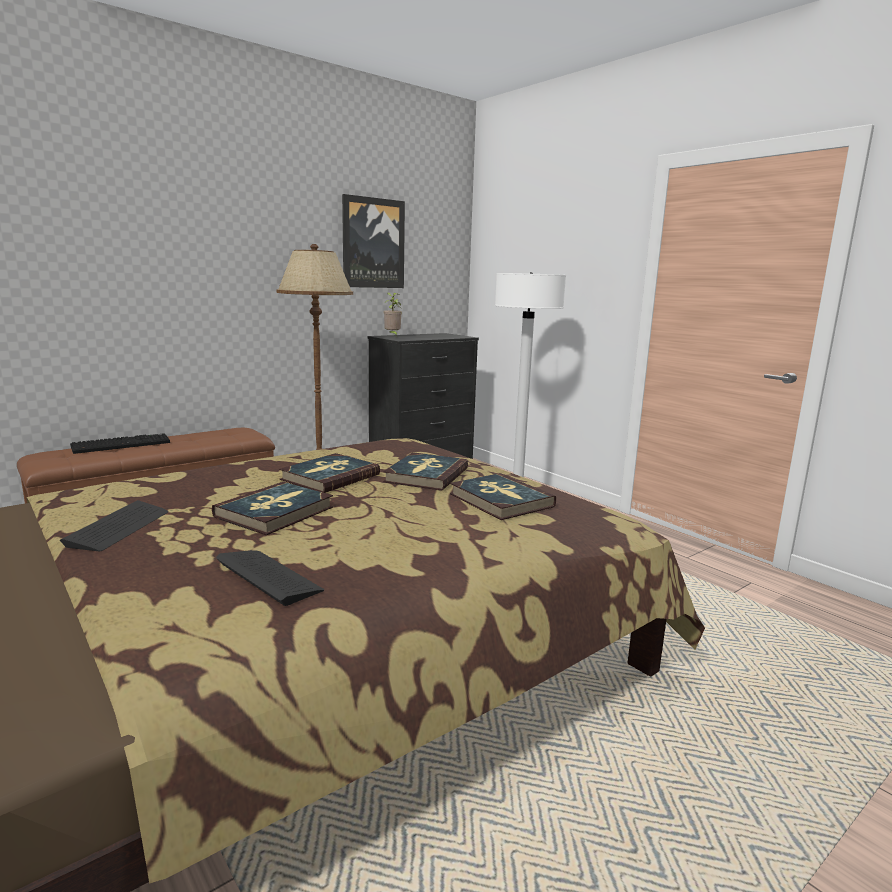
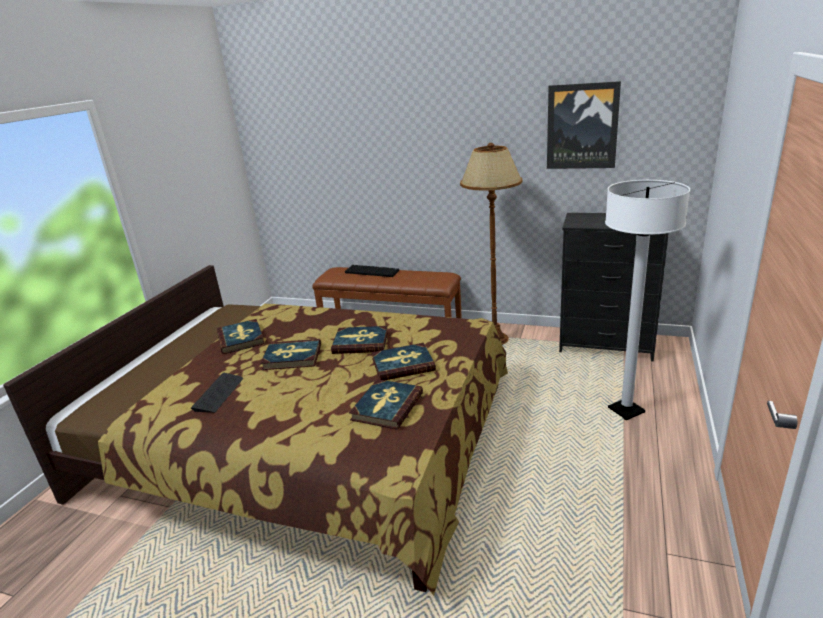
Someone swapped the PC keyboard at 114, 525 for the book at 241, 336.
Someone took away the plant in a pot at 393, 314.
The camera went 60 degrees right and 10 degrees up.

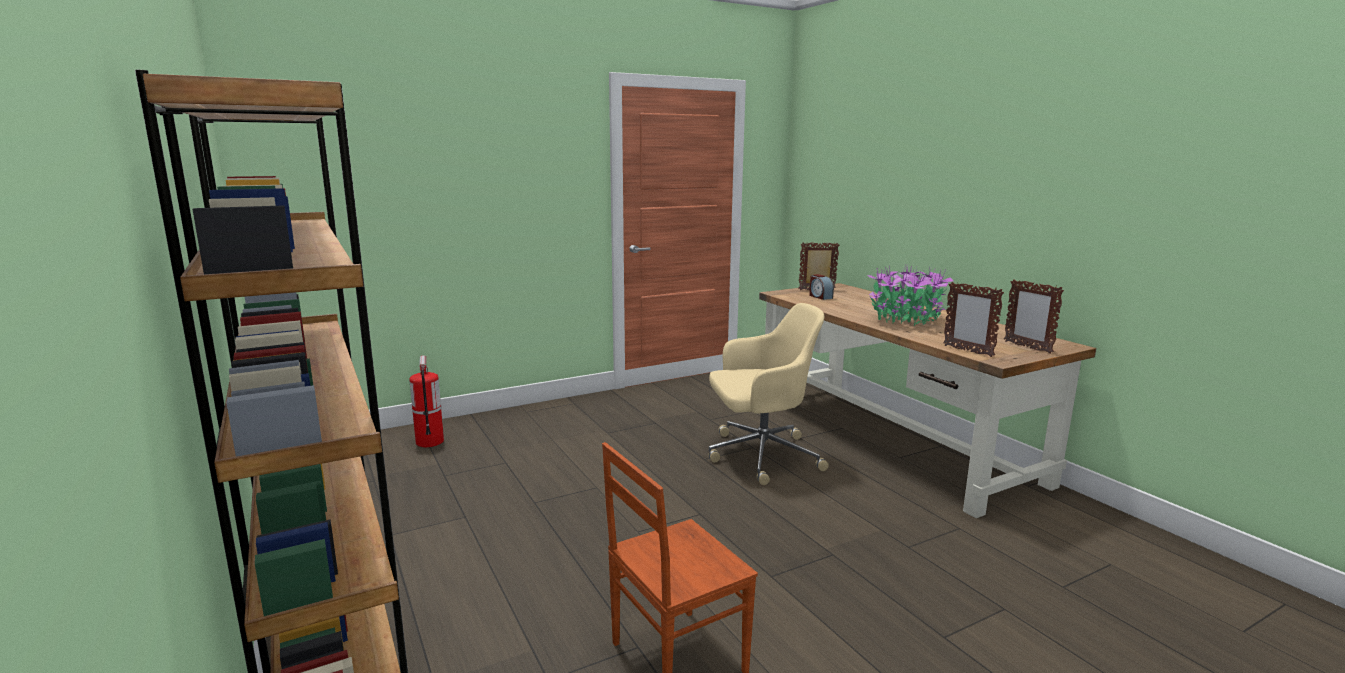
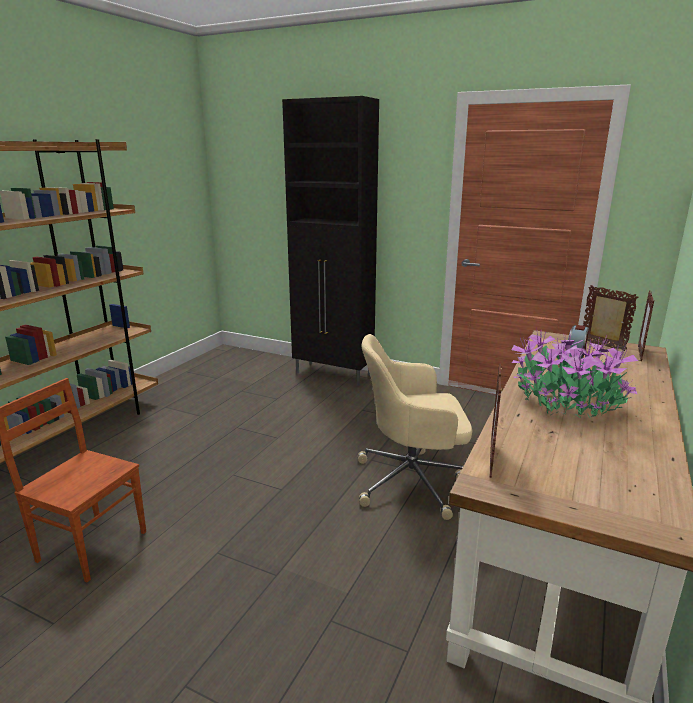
Someone put down the black cupboard at 330, 241.
Someone rotated the beige-coloured office chair at 768, 394 by 135 degrees clockwise.
Someone carried the picture frame from 1034, 316 to 646, 326.
Someone took away the extinguisher at 426, 401.
The camera went 55 degrees right and 5 degrees up.

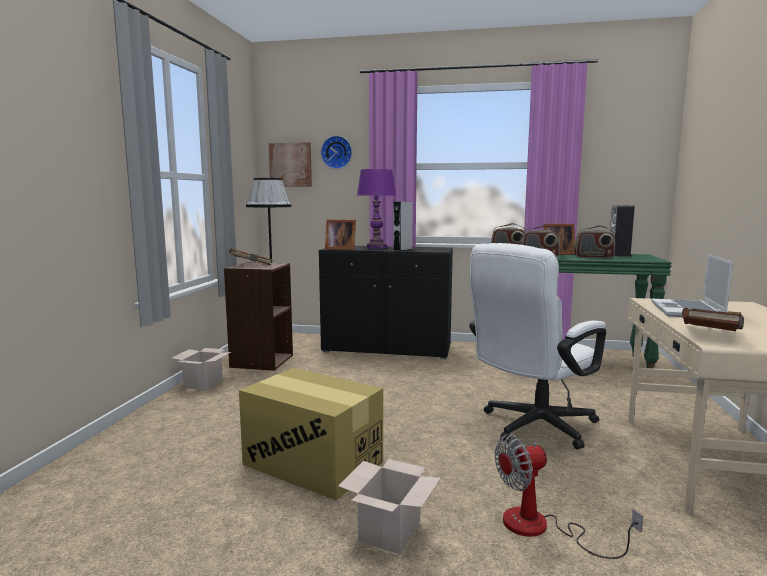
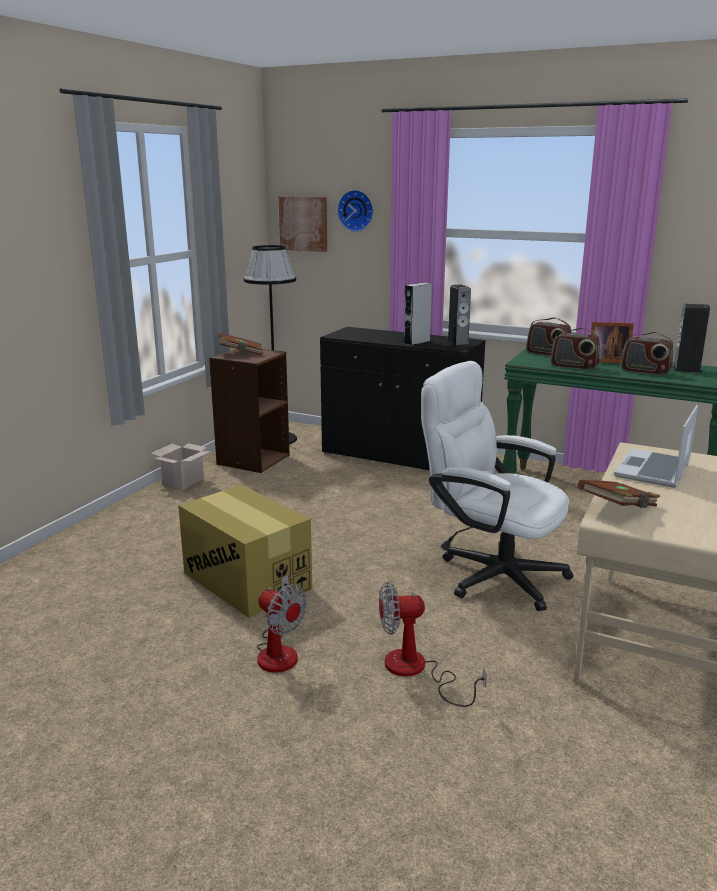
Someone swapped the carton at 389, 506 for the fan at 282, 624.
Someone rotated the white-coloured office chair at 537, 346 by 60 degrees clockwise.
Someone put down the audio speaker at 459, 316.
Someone took away the picture frame at 340, 235.
Someone took away the purplish lamp for a table at 376, 208.
The camera went 15 degrees right and 10 degrees up.

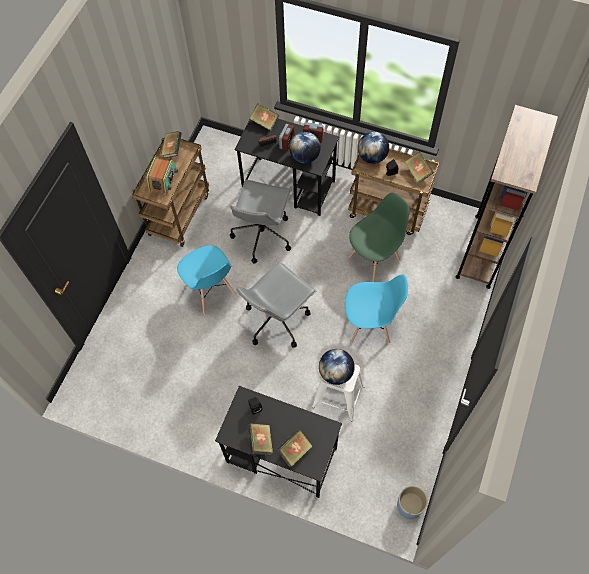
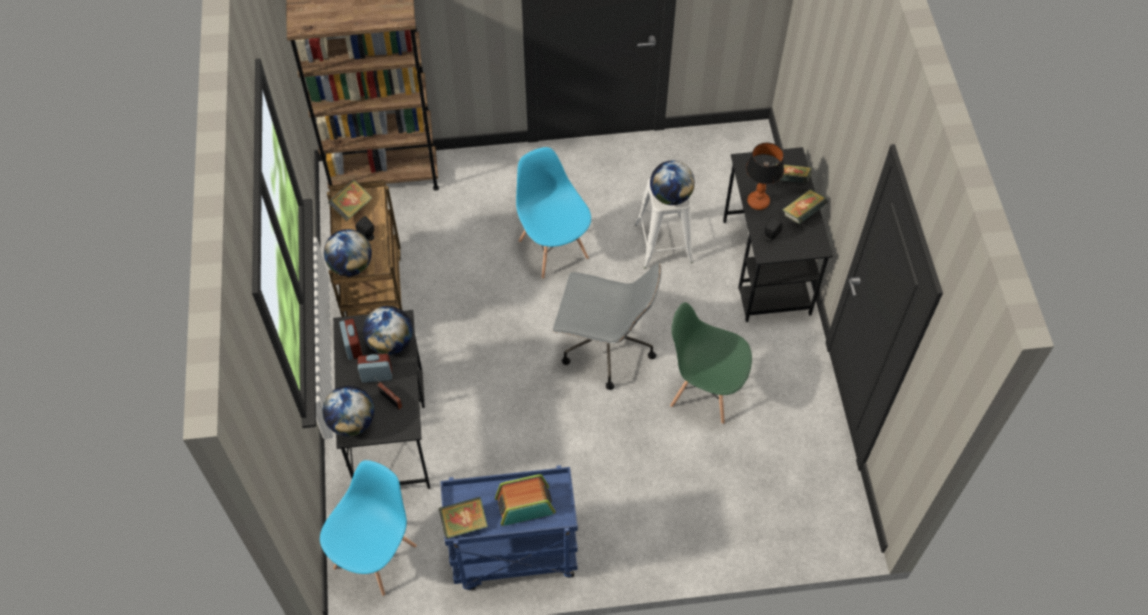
Someone carried the blue-coloured plain chair from 207, 280 to 368, 528.
Someone swapped the book at 264, 117 for the desk globe at 348, 411.
Someone repainted the brown trolley at 170, 192, which became the blue-coloured trolley at 509, 527.
Someone carried the greenish plain chair from 379, 237 to 711, 363.
Someone put down the lamp for a table at 765, 176.
Someone took away the greyish office chair at 260, 222.
Someone took away the blue-coloured plant pot at 412, 502.
The camera went 120 degrees left and 5 degrees down.

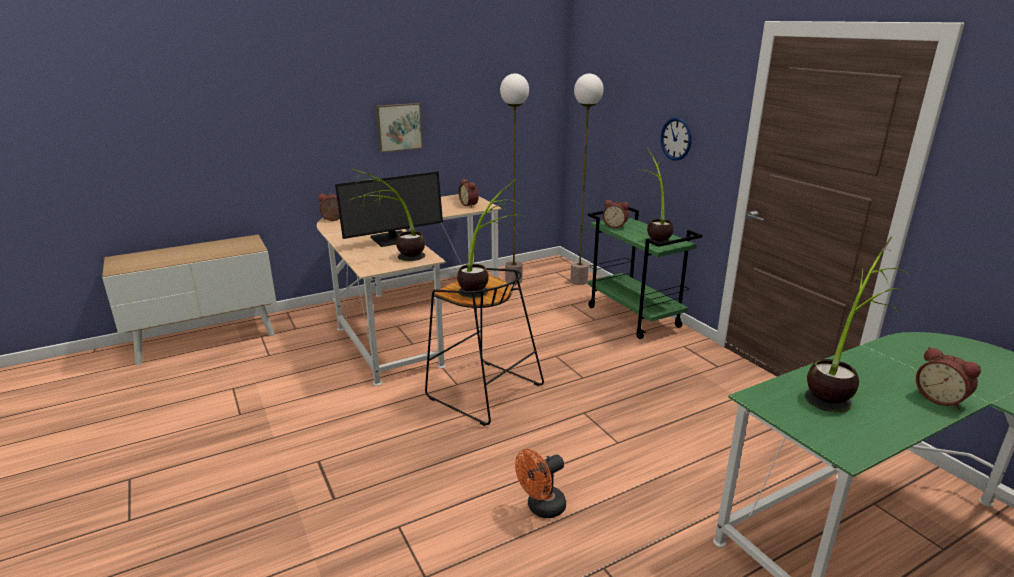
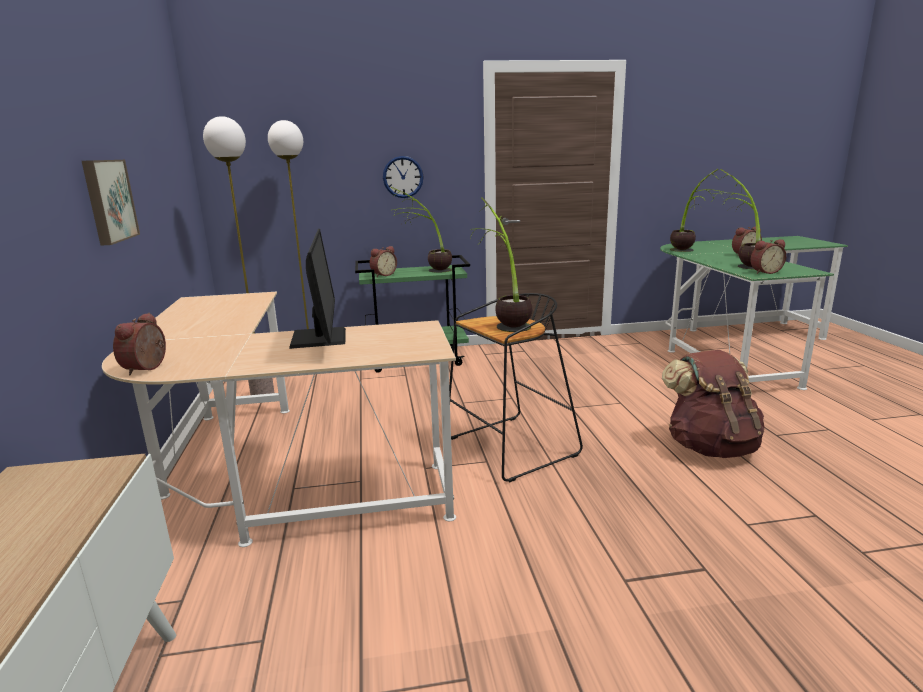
Someone swapped the orange-coloured fan at 540, 483 for the brown rucksack at 713, 404.
Someone carried the plant in a pot from 386, 214 to 696, 210.
Someone carried the alarm clock from 468, 193 to 768, 256.
The camera went 70 degrees left and 5 degrees down.

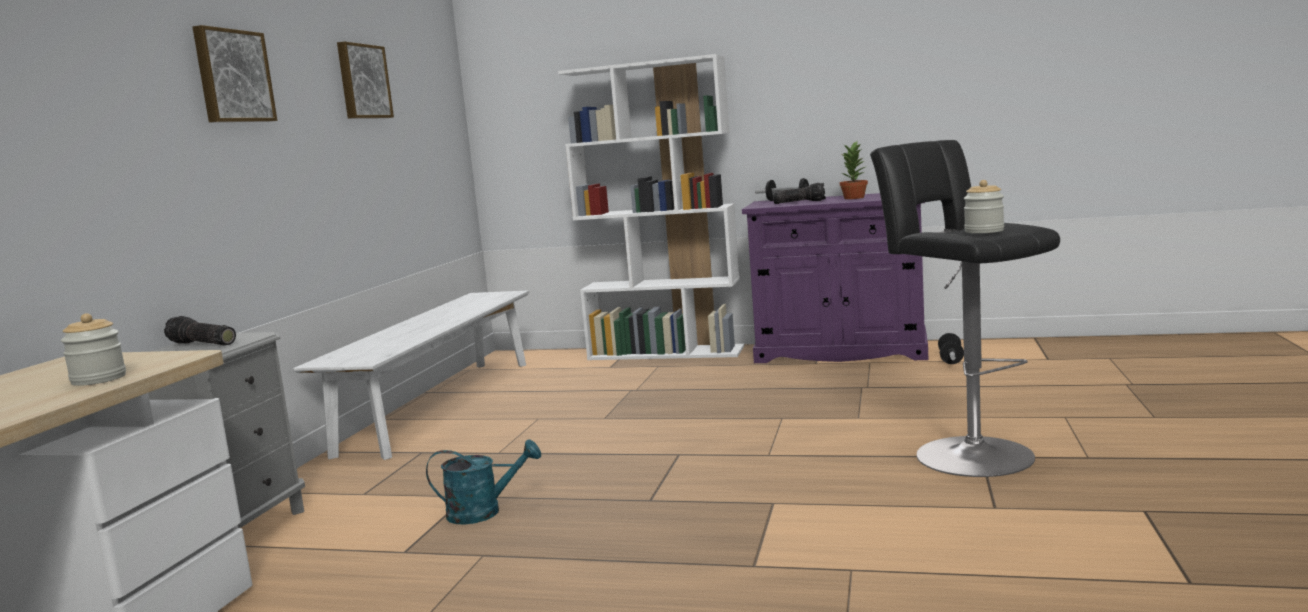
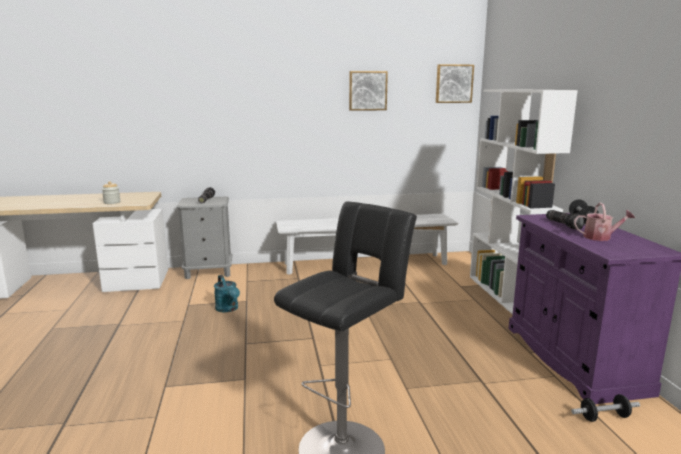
Someone carried the picture from 235, 73 to 455, 83.
Someone swapped the plant in a pot at 853, 170 for the watering pot at 604, 221.
Someone took away the jar at 984, 206.
The camera went 65 degrees right and 5 degrees up.

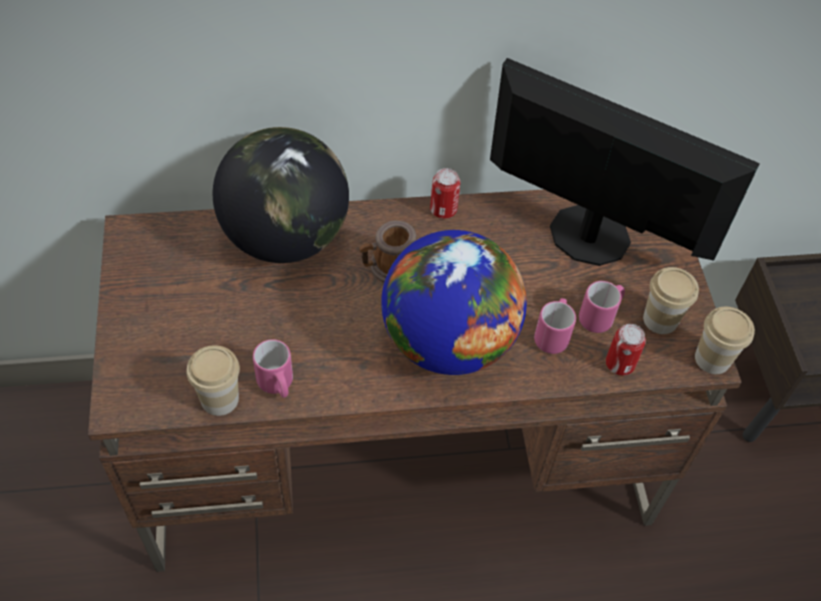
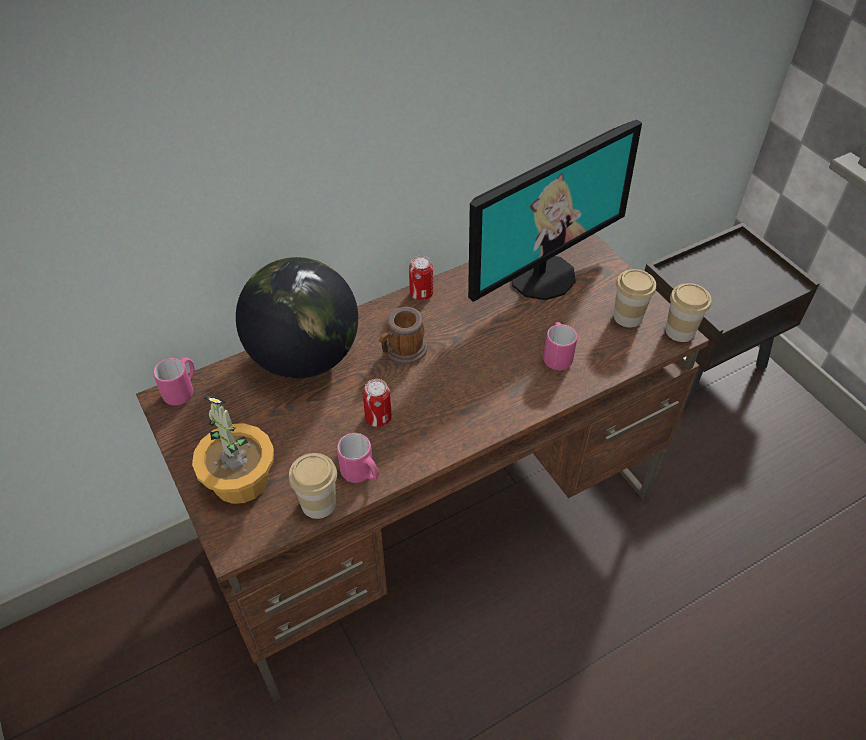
Someone carried the pink coffee mug from 602, 307 to 174, 381.
Someone put down the plant in a pot at 233, 450.
Someone carried the sealed can from 626, 349 to 377, 403.
Someone rotated the computer screen at 625, 162 by 135 degrees clockwise.
Someone took away the desk globe at 454, 302.
The camera went 20 degrees left and 5 degrees down.

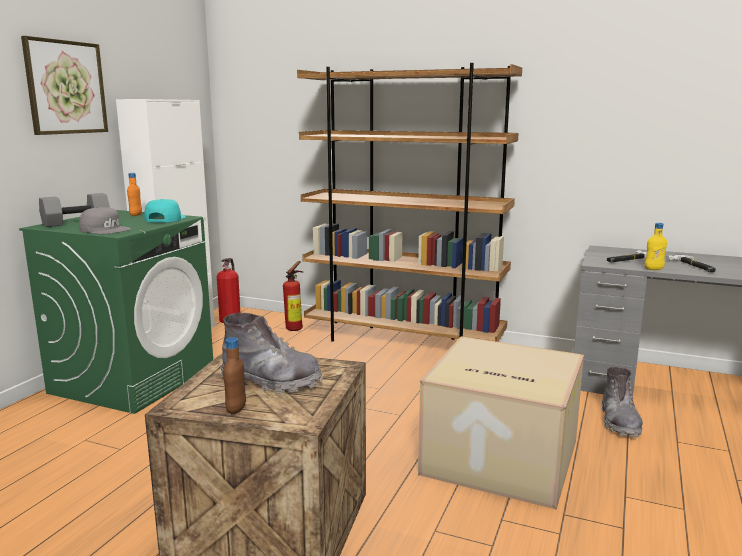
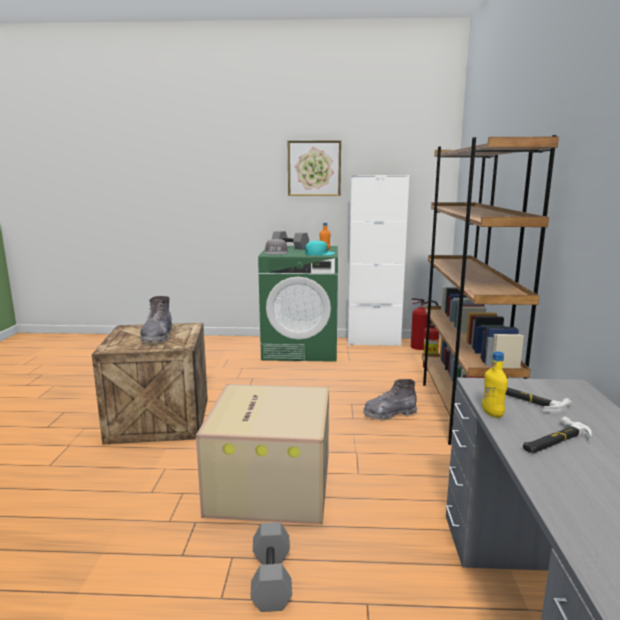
Someone put down the greyish free weight at 271, 567.
Someone carried the greyish tall boot from 622, 402 to 390, 399.
Someone took away the brown beverage bottle at 234, 375.
The camera went 70 degrees right and 0 degrees up.

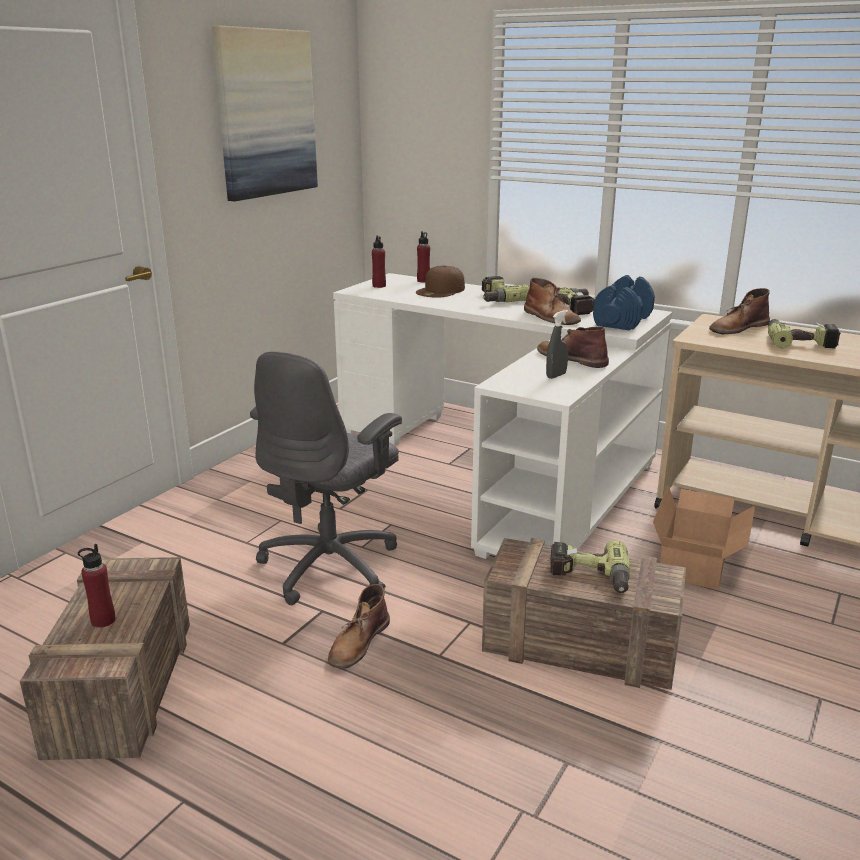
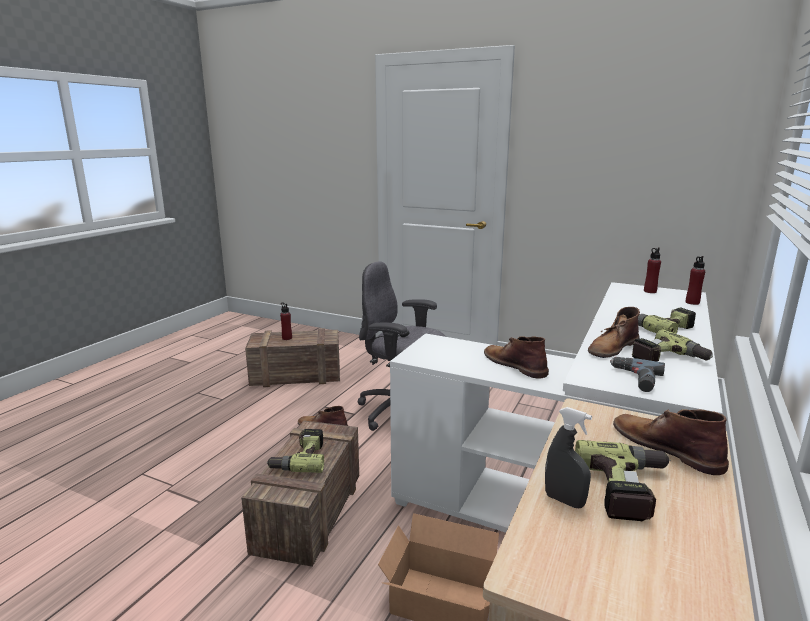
Someone rotated the brown tall boot at 573, 347 by 75 degrees counterclockwise.
Someone carried the greyish sprayer from 557, 344 to 568, 457.
Someone swapped the blue-coloured free weight at 624, 303 for the electric drill at 637, 374.
Someone took away the picture at 264, 113.
Someone took away the brown cap at 440, 282.
The camera went 85 degrees right and 5 degrees down.

